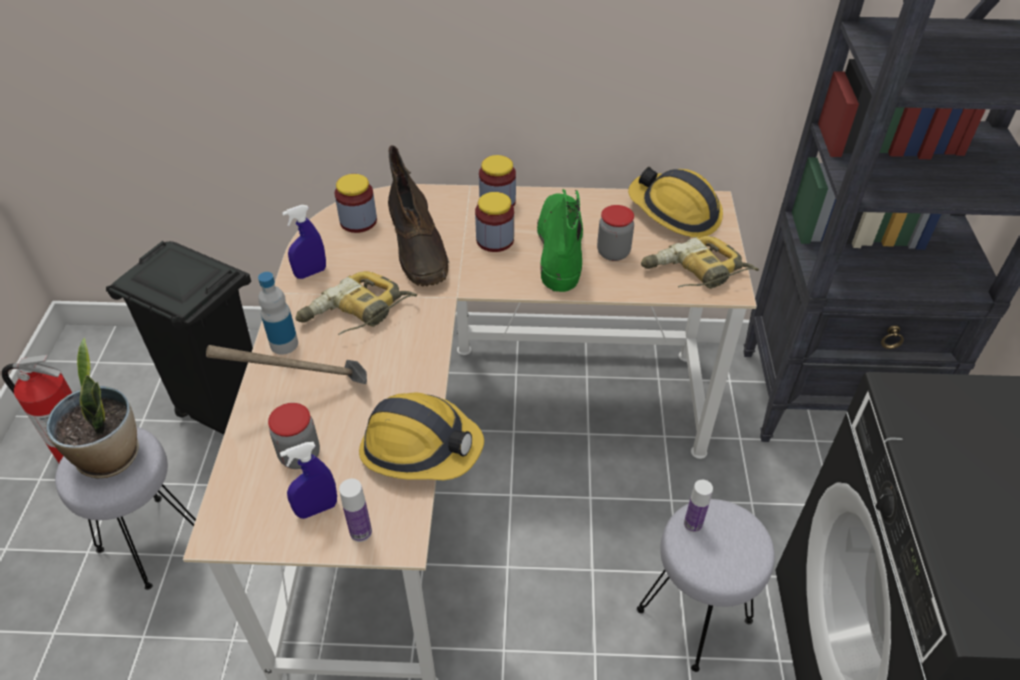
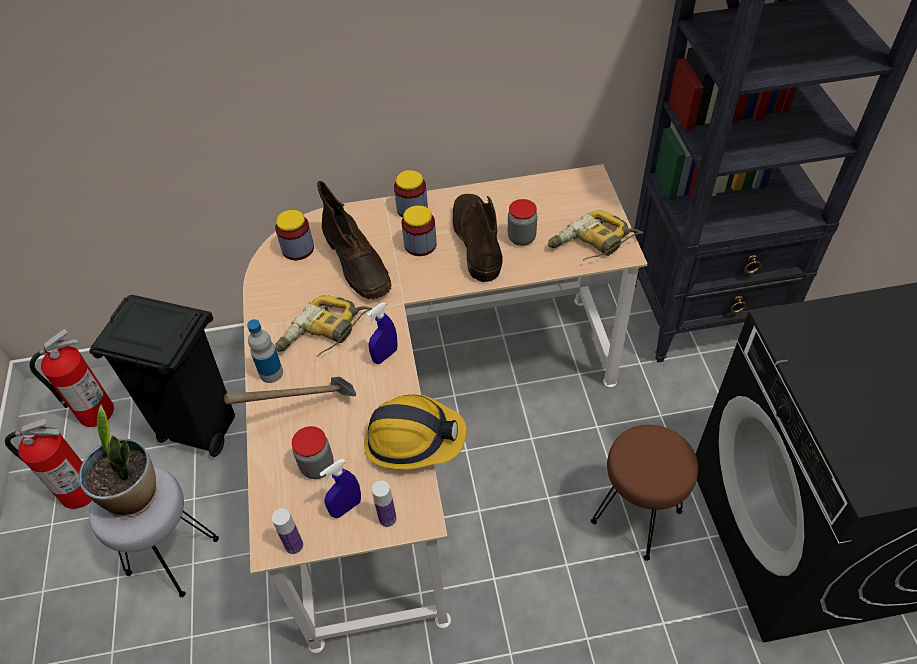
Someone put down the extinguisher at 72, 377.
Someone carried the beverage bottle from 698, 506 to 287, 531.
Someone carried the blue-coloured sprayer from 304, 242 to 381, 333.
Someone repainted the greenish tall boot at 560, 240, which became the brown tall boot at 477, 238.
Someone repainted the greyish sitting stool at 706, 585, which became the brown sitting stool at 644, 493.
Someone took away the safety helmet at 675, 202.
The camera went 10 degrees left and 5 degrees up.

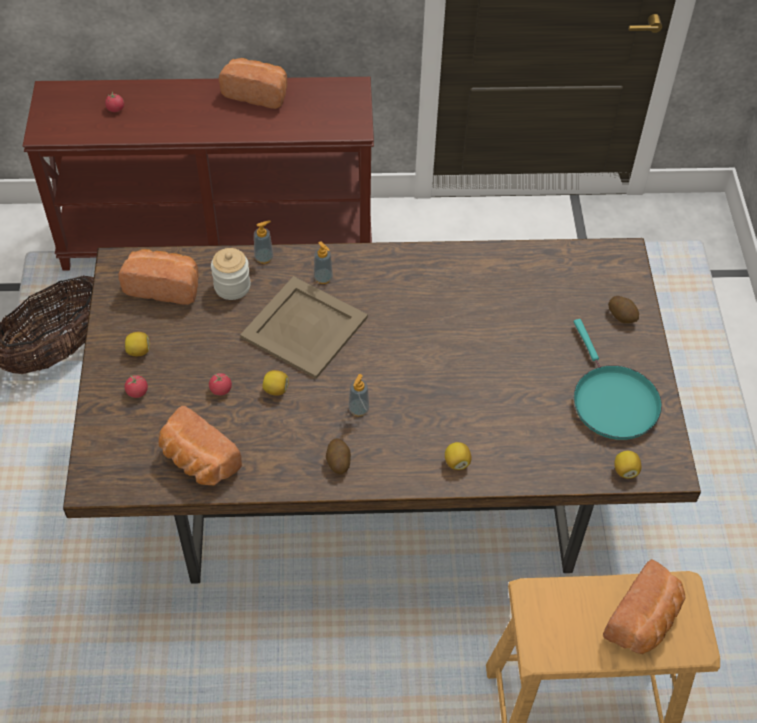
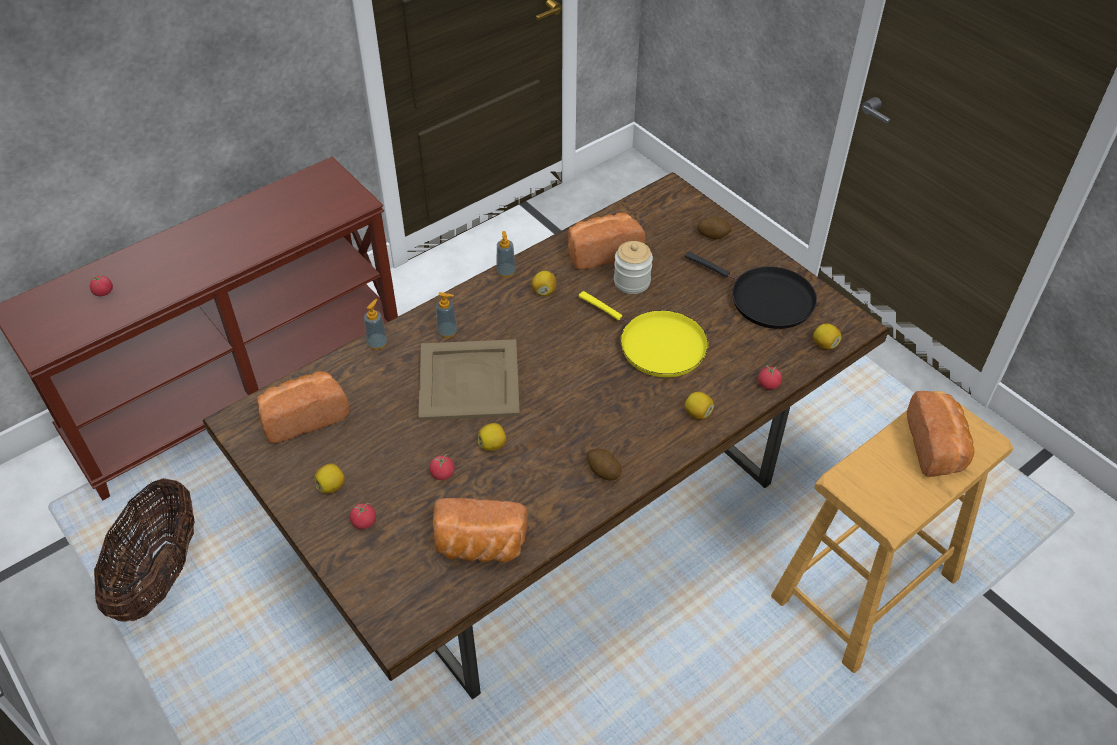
Someone carried the soap dispenser from 358, 395 to 506, 254.
Someone put down the lemon at 544, 283.
Someone carried the bakery bread from 253, 83 to 607, 241.
Someone put down the yellow pan at 643, 334.
Someone carried the jar from 231, 274 to 633, 267.
Someone repainted the blue-green pan at 618, 379, which became the black pan at 751, 290.
Someone put down the whole tomato at 770, 377.
The camera went 35 degrees left and 5 degrees down.

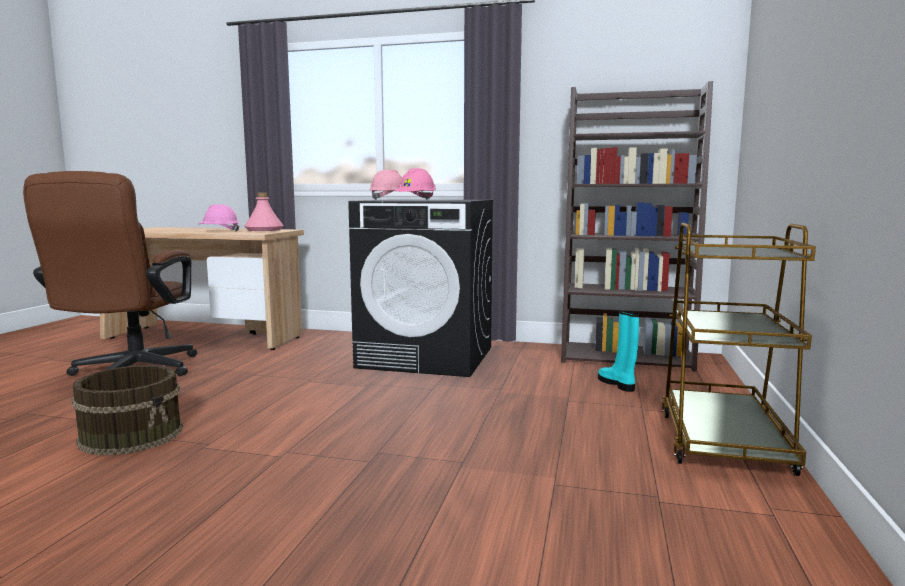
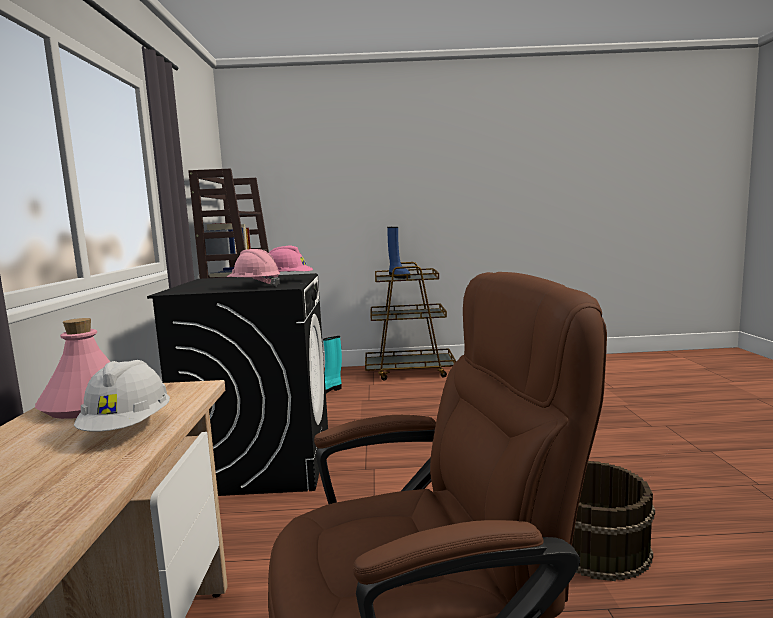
Someone repainted the pink safety helmet at 218, 218, which became the white-coloured safety helmet at 122, 396.
Someone put down the blue-coloured tall boot at 399, 253.
The camera went 105 degrees left and 0 degrees up.

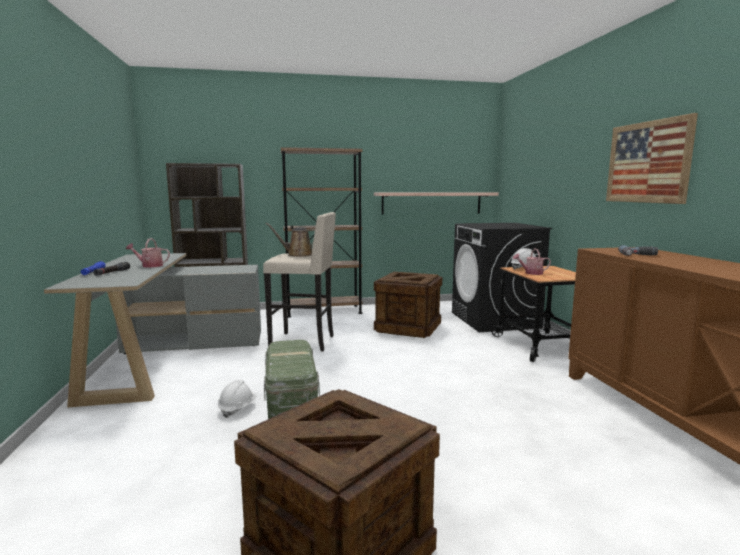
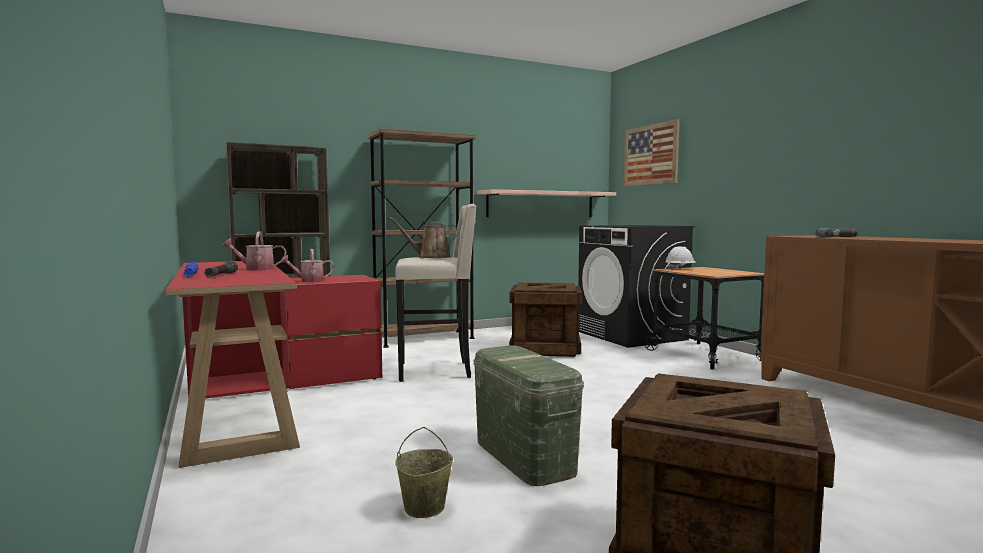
Someone repainted the greyish desk table at 152, 330, which became the reddish desk table at 273, 364.
Someone carried the watering pot from 532, 262 to 307, 265.
Someone put down the beige-coloured bucket at 424, 472.
Someone carried the picture from 652, 158 to 652, 153.
Someone took away the white-coloured safety helmet at 237, 399.
The camera went 15 degrees left and 5 degrees down.

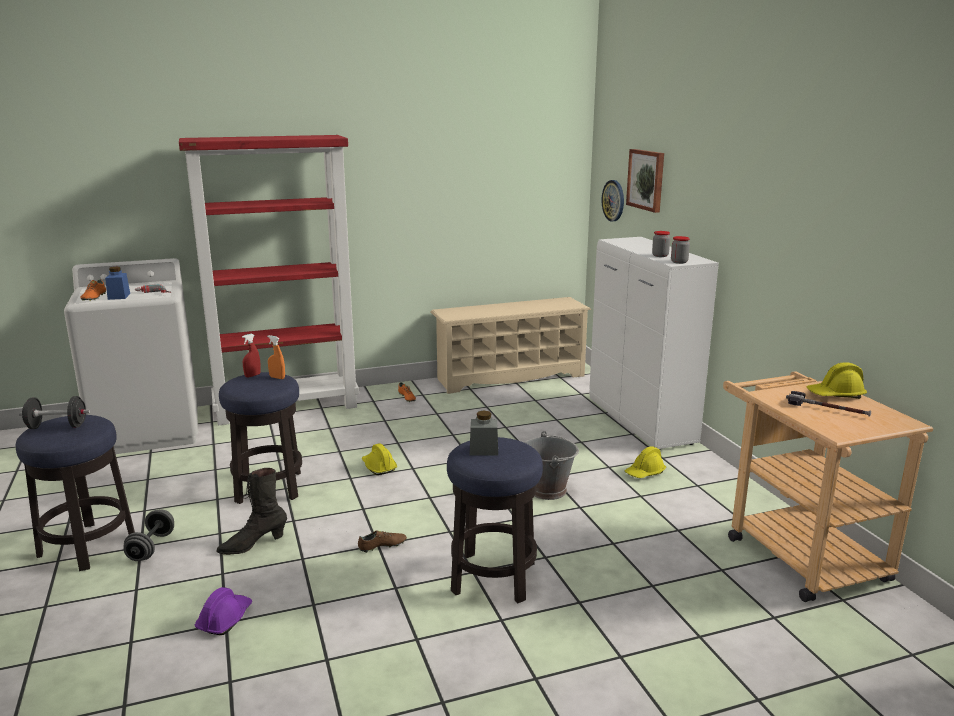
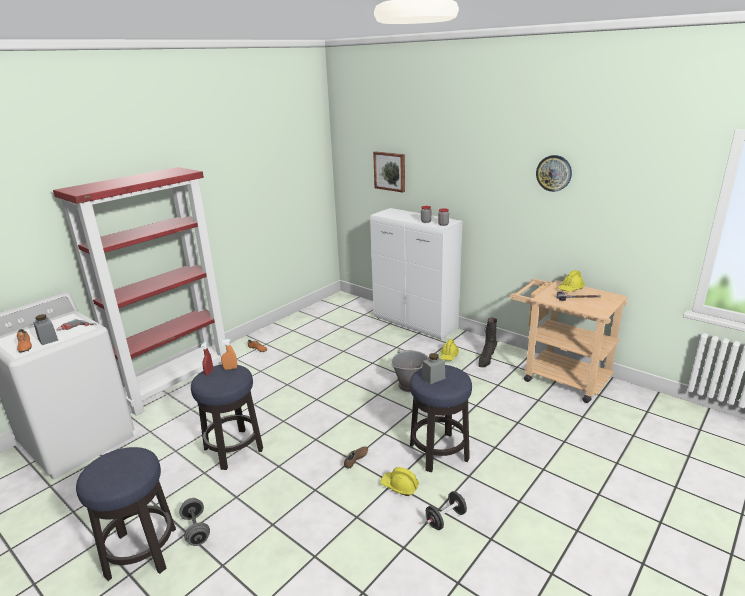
Someone repainted the blue-coloured jar at 117, 283, which became the greyish jar at 45, 329.
Someone carried the yellow safety helmet from 379, 459 to 399, 481.
Someone carried the black free weight from 54, 412 to 446, 510.
Someone carried the black tall boot from 251, 511 to 487, 342.
Someone carried the hanging clock from 613, 200 to 554, 173.
Someone took away the purplish safety helmet at 223, 611.
Someone took away the beige-coloured shoe stand at 510, 345.
The camera went 30 degrees left and 5 degrees up.

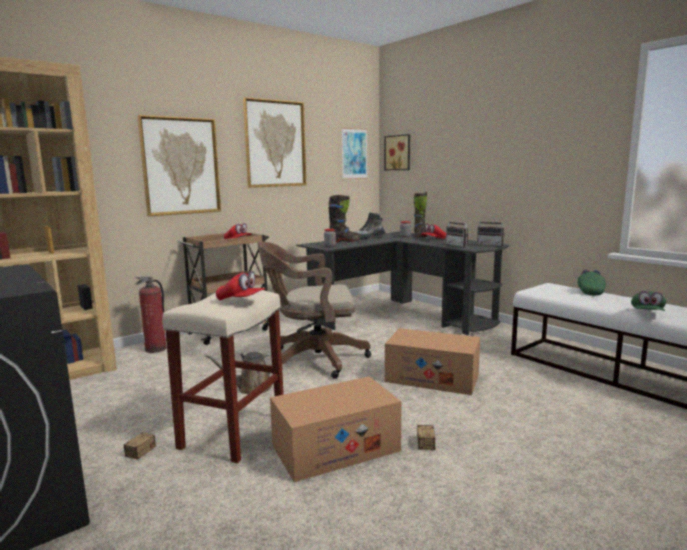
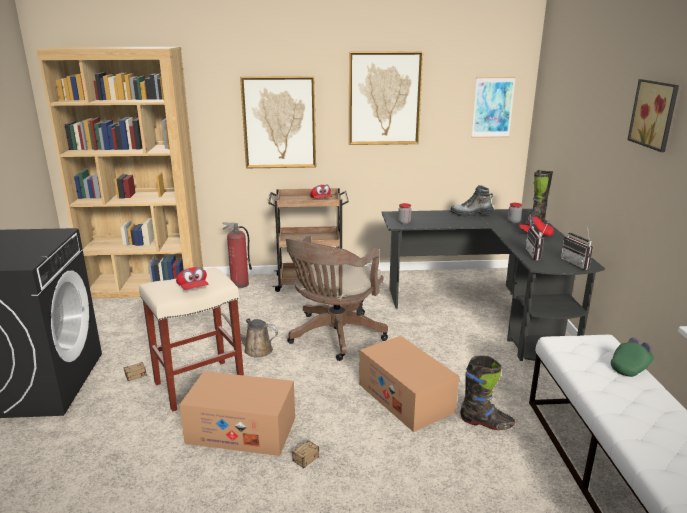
Someone rotated the brown office chair at 314, 310 by 90 degrees counterclockwise.
Someone carried the black tall boot from 345, 218 to 487, 393.
Someone carried the picture from 397, 152 to 653, 115.
Someone took away the greenish cap at 648, 301.
The camera went 35 degrees right and 10 degrees up.

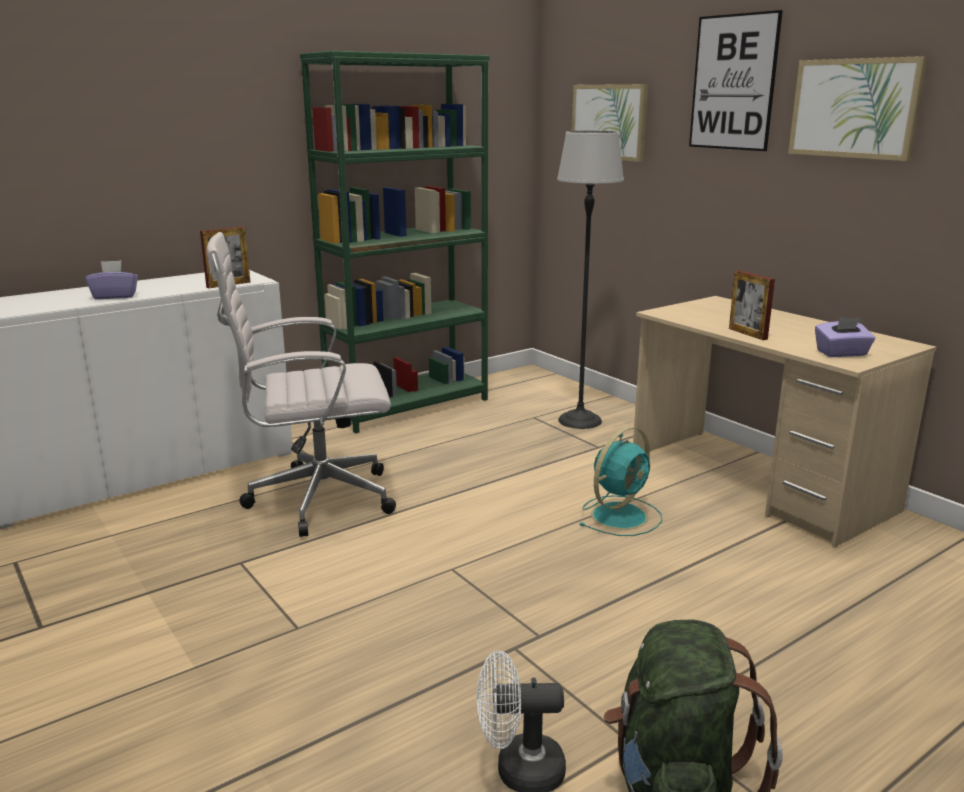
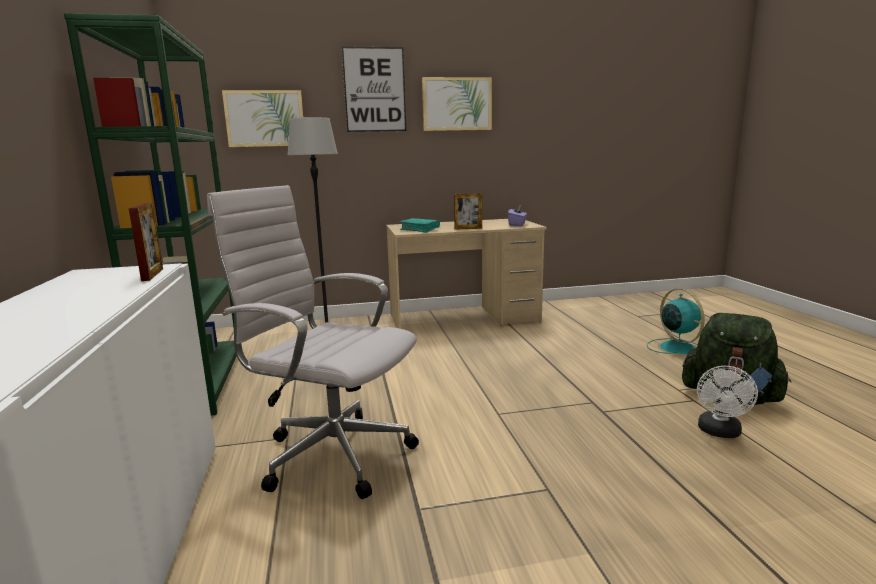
Someone rotated the white-coloured office chair at 301, 384 by 105 degrees clockwise.
Someone put down the blue-green book at 420, 225.
Someone carried the blue-green fan from 621, 481 to 676, 321.
Someone took away the purplish tissue box at 111, 280.
The camera went 65 degrees left and 5 degrees down.

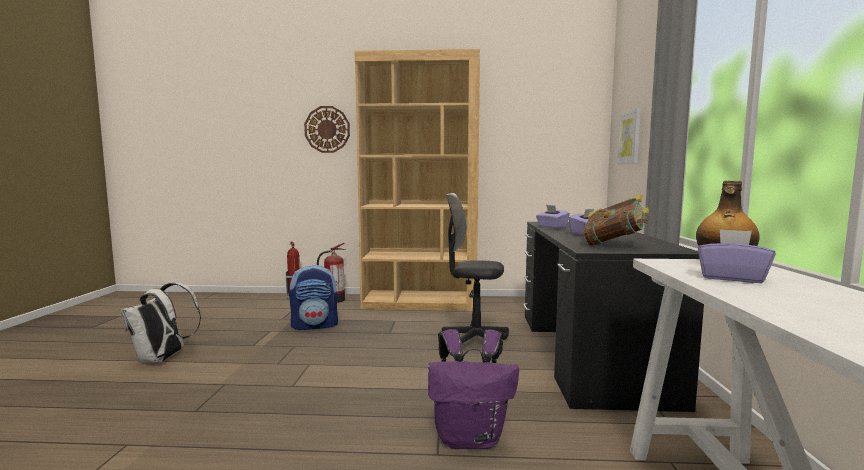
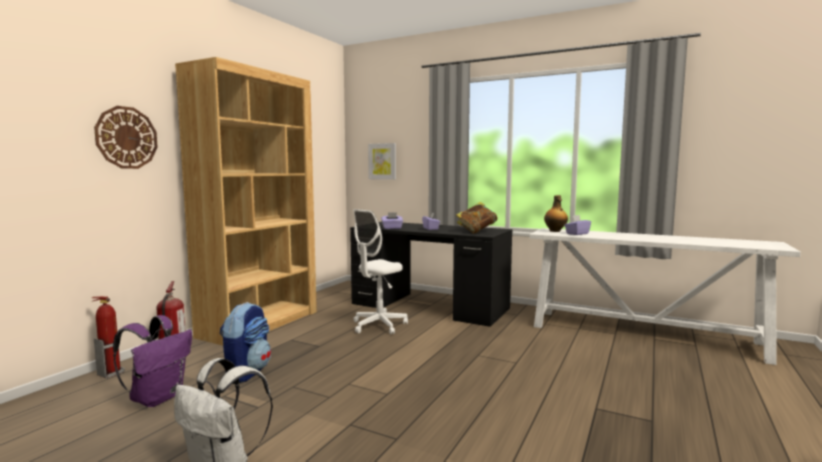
Someone carried the purplish rucksack from 473, 389 to 152, 361.
Someone repainted the black office chair at 473, 273, which became the white-coloured office chair at 380, 272.
The camera went 65 degrees left and 0 degrees up.

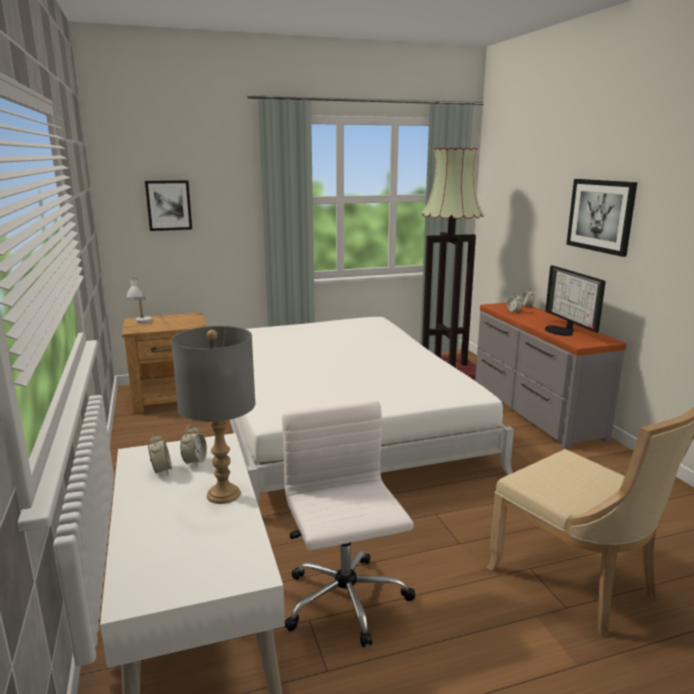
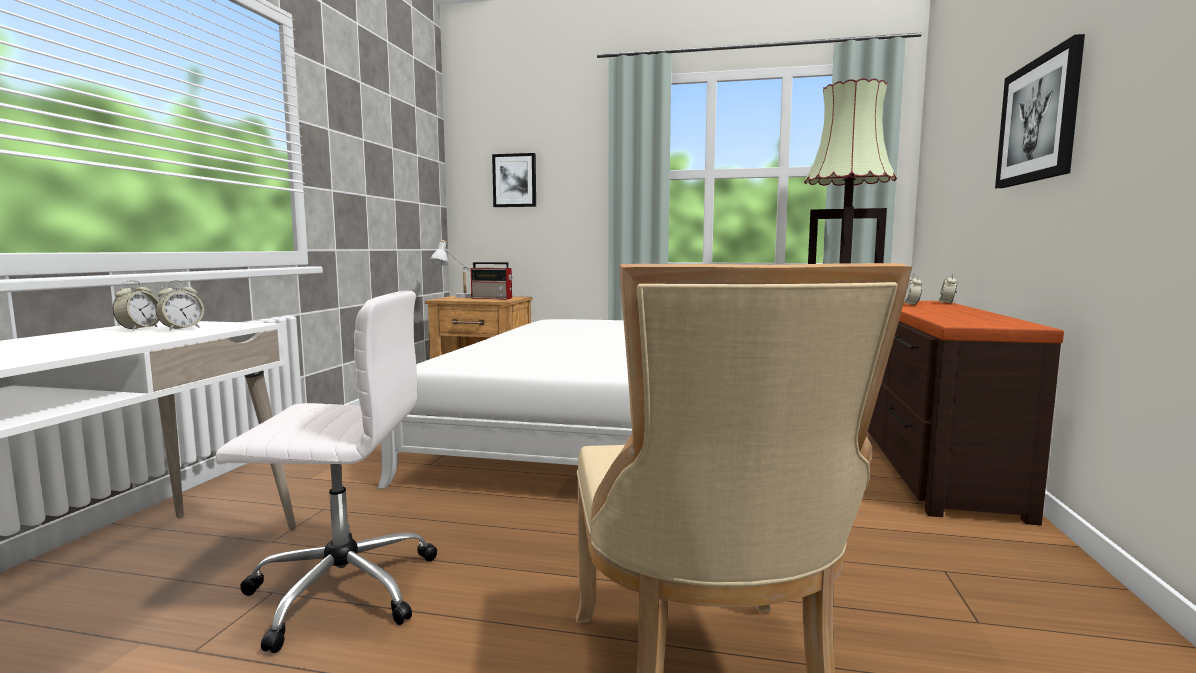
Someone rotated the white-coloured office chair at 348, 524 by 75 degrees clockwise.
Someone put down the radio set at 492, 280.
Someone repainted the greyish dresser at 551, 376, which became the brown dresser at 966, 413.
Someone took away the greyish lamp for a table at 213, 415.
Someone took away the computer screen at 575, 300.
The camera went 30 degrees right and 10 degrees down.

